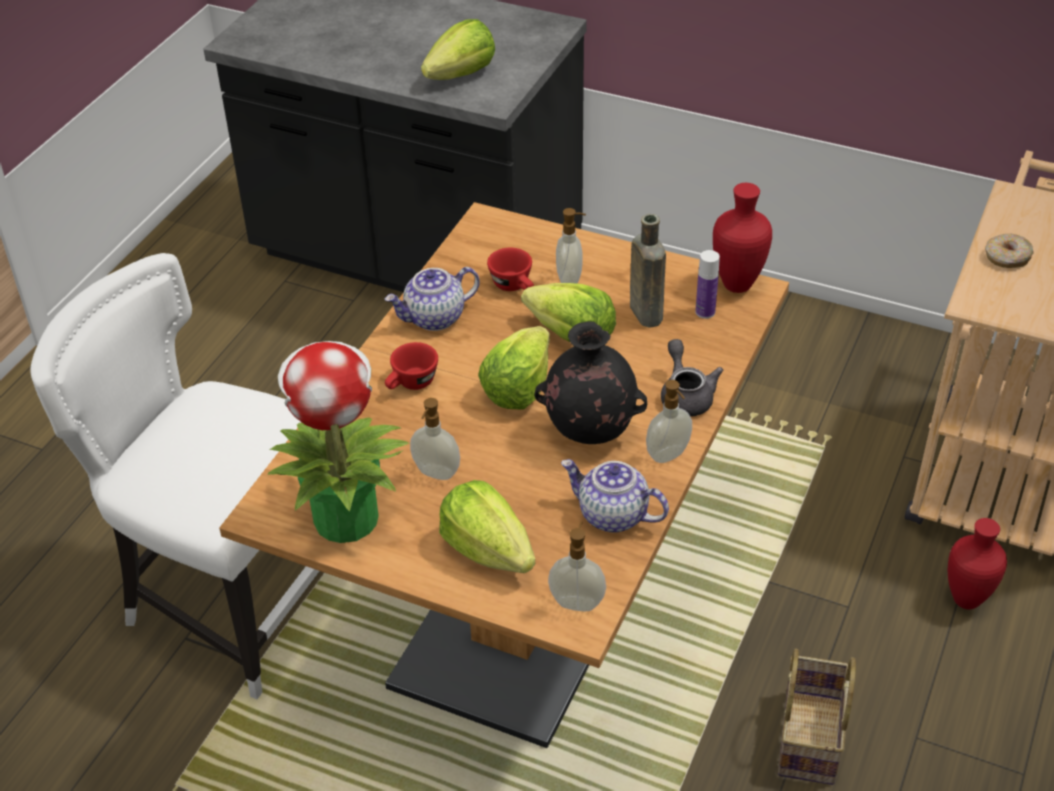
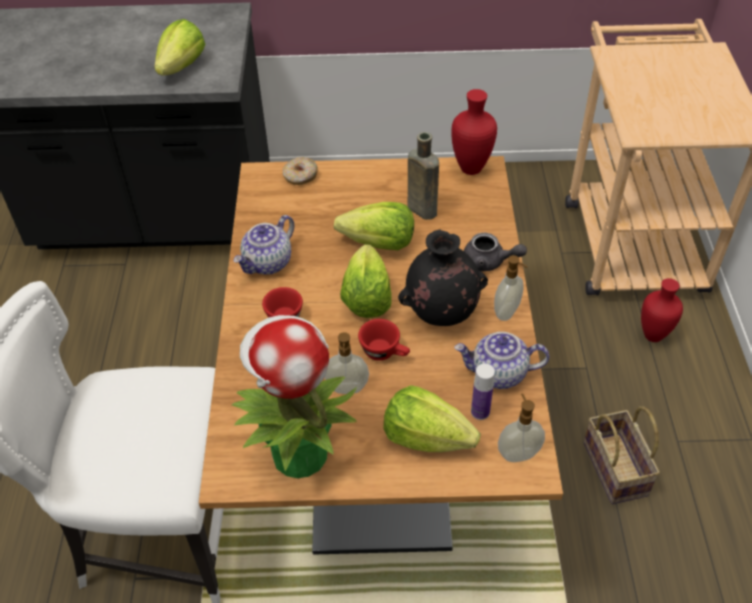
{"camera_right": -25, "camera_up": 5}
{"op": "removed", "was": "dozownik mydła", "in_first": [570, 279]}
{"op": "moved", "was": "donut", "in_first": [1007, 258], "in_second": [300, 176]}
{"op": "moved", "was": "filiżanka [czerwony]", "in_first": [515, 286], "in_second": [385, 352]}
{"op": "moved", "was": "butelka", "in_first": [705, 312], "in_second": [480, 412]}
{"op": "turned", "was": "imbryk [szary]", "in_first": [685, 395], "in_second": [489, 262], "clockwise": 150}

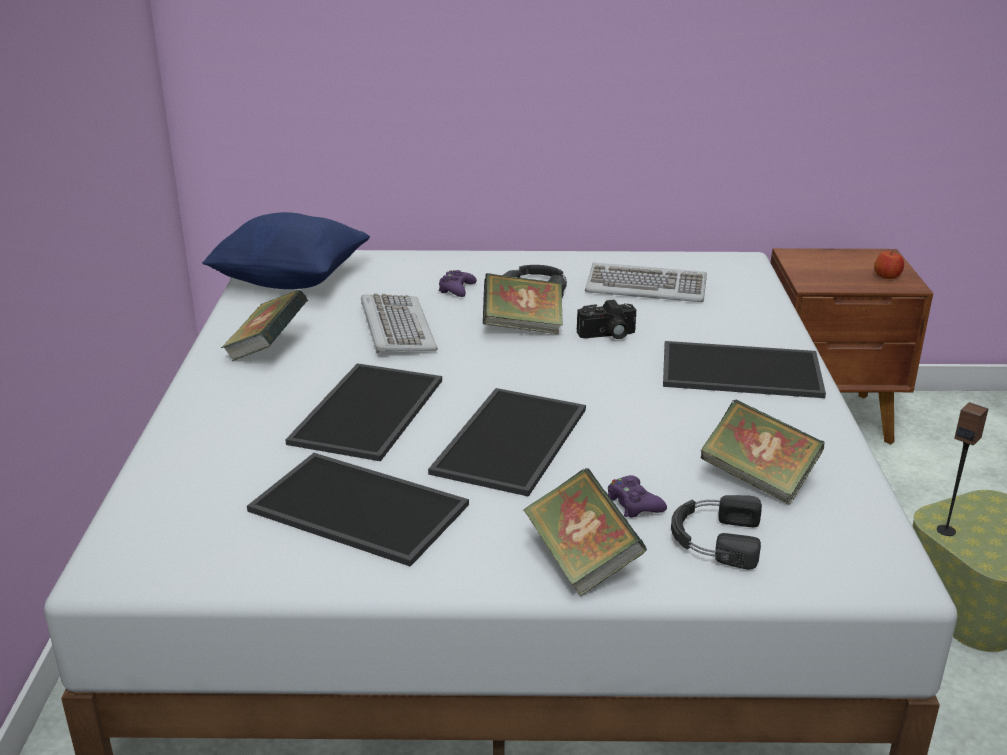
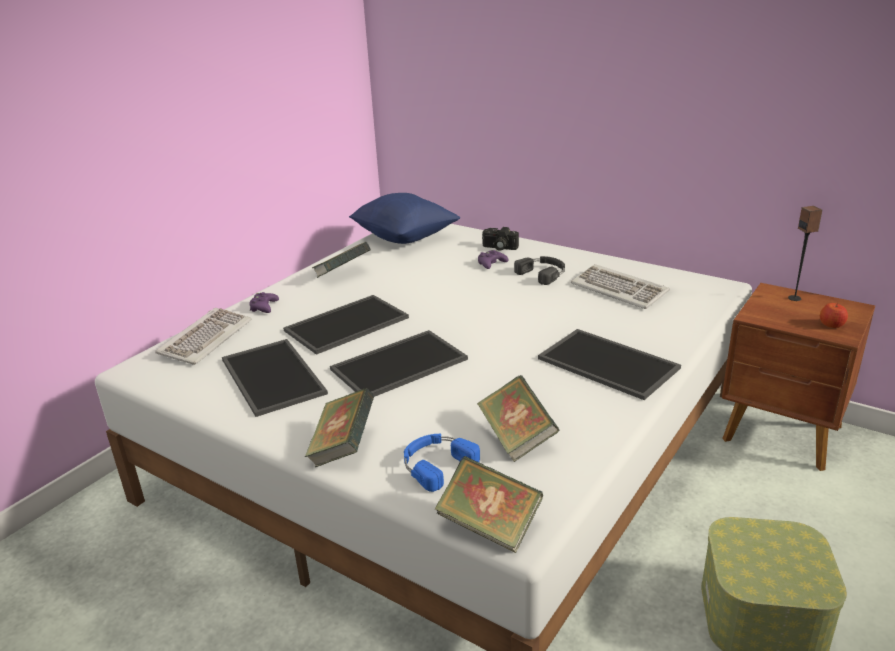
{"camera_right": 35, "camera_up": 0}
{"op": "moved", "was": "książka", "in_first": [522, 327], "in_second": [489, 526]}
{"op": "moved", "was": "klawiatura", "in_first": [396, 328], "in_second": [205, 339]}
{"op": "moved", "was": "aparat fotograficzny", "in_first": [607, 335], "in_second": [499, 248]}
{"op": "moved", "was": "głośnik", "in_first": [946, 530], "in_second": [795, 298]}
{"op": "moved", "was": "pad do gier [fioletowy]", "in_first": [633, 504], "in_second": [264, 307]}
{"op": "recoloured", "was": "słuchawki [czarny]", "now": "słuchawki [niebieski]", "in_first": [714, 538], "in_second": [436, 464]}

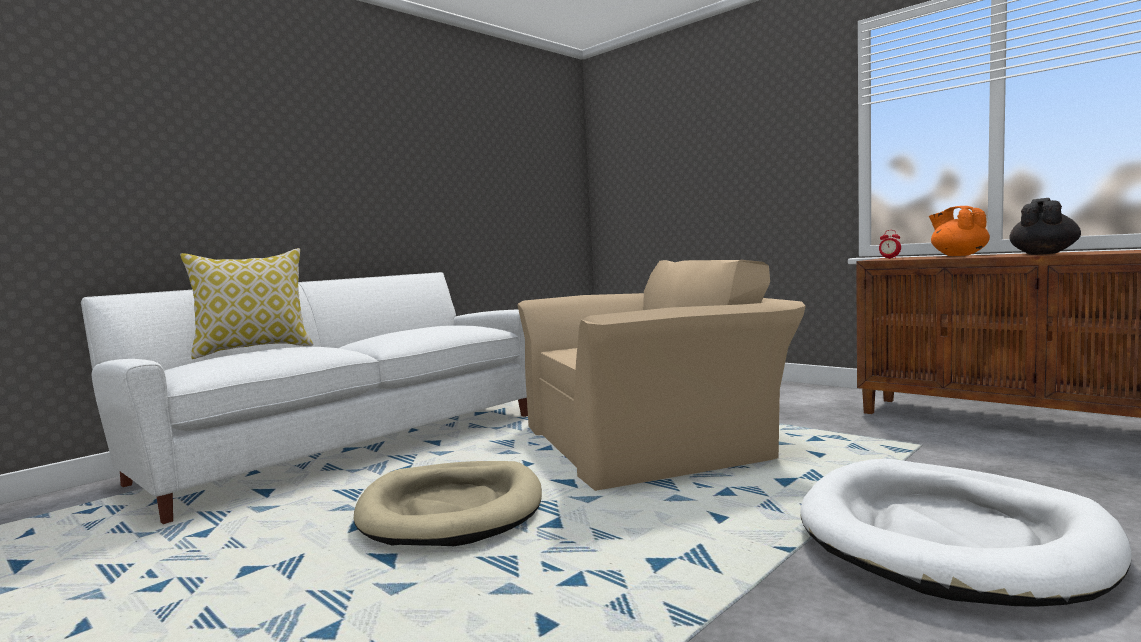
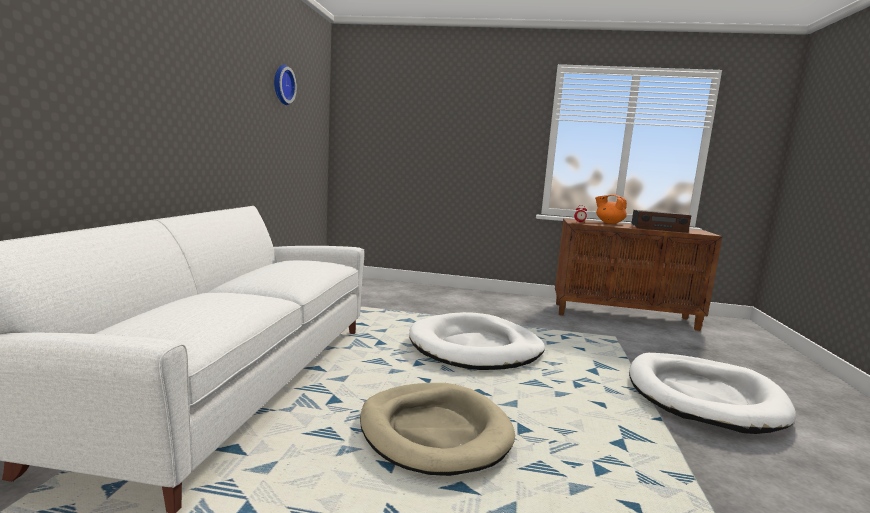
{"camera_right": -35, "camera_up": 5}
{"op": "replaced", "was": "imbryk [czarny]", "now": "radio", "in_first": [1043, 254], "in_second": [658, 228]}
{"op": "removed", "was": "poduszka", "in_first": [254, 350]}
{"op": "replaced", "was": "fotel [beżowy]", "now": "legowisko [biały]", "in_first": [652, 440], "in_second": [475, 347]}
{"op": "added", "now": "zegar ścienny", "in_second": [282, 84]}

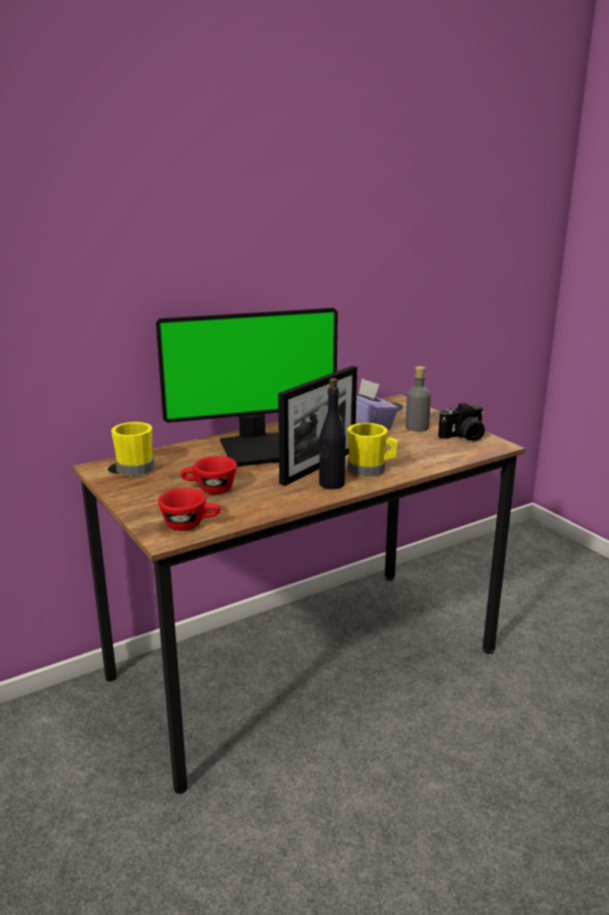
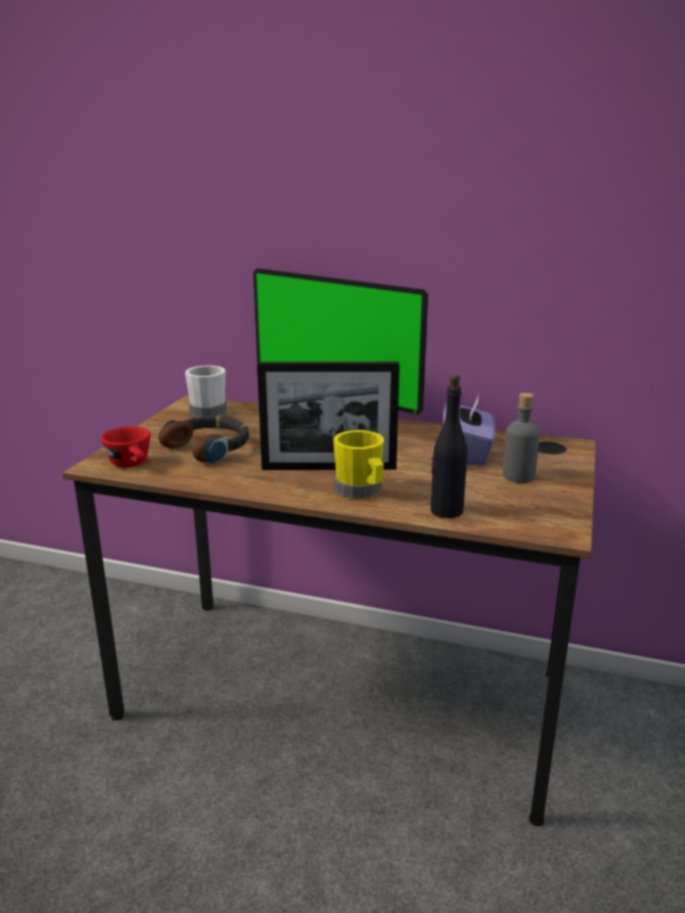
{"camera_right": 50, "camera_up": 0}
{"op": "moved", "was": "butelka [czarny]", "in_first": [331, 484], "in_second": [446, 511]}
{"op": "removed", "was": "aparat fotograficzny", "in_first": [464, 437]}
{"op": "recoloured", "was": "kubek [żółty]", "now": "kubek [biały]", "in_first": [133, 467], "in_second": [209, 410]}
{"op": "replaced", "was": "filiżanka [czerwony]", "now": "słuchawki", "in_first": [209, 489], "in_second": [209, 447]}

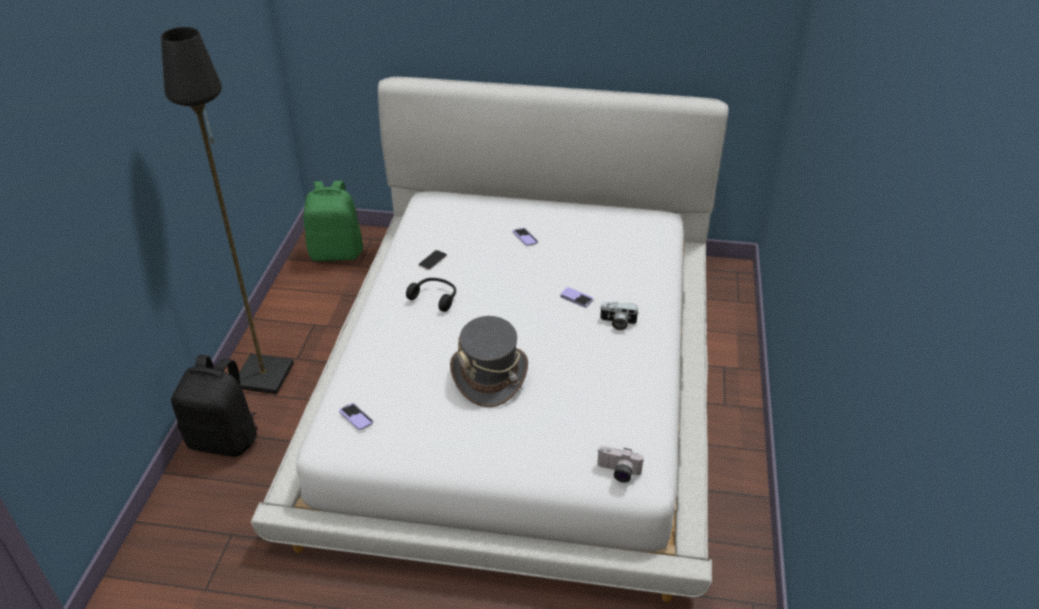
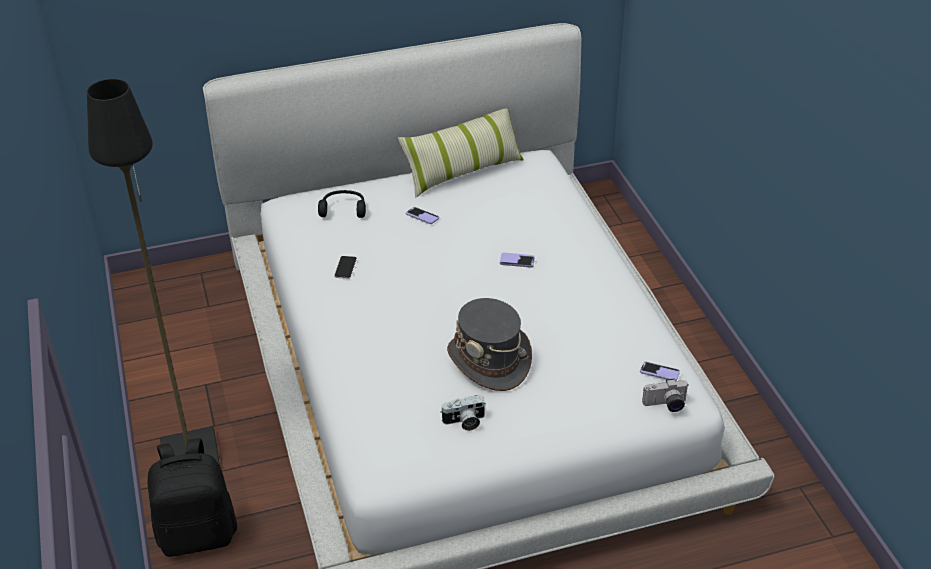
{"camera_right": -25, "camera_up": 0}
{"op": "removed", "was": "plecak [zielony]", "in_first": [336, 253]}
{"op": "moved", "was": "słuchawki [czarny]", "in_first": [435, 298], "in_second": [343, 209]}
{"op": "moved", "was": "aparat fotograficzny", "in_first": [617, 323], "in_second": [464, 422]}
{"op": "moved", "was": "telefon", "in_first": [356, 417], "in_second": [659, 372]}
{"op": "added", "now": "poduszka", "in_second": [463, 172]}

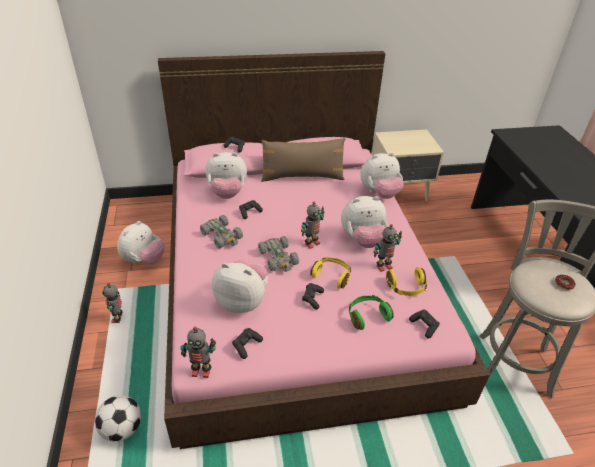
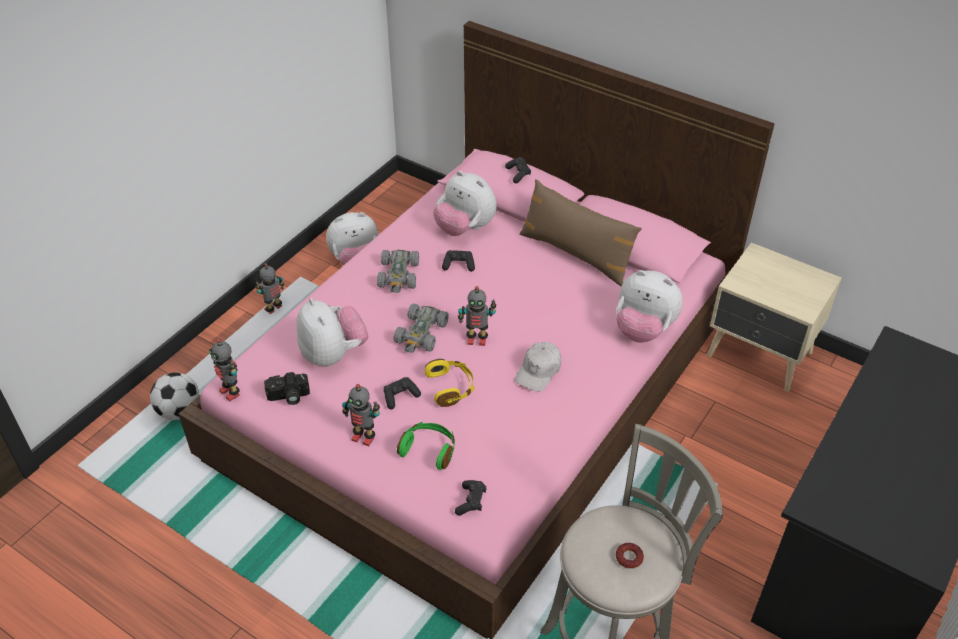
{"camera_right": 45, "camera_up": 5}
{"op": "replaced", "was": "pluszak", "now": "czapka z daszkiem [biały]", "in_first": [362, 240], "in_second": [539, 371]}
{"op": "moved", "was": "robot zabawkowy", "in_first": [383, 266], "in_second": [364, 437]}
{"op": "removed", "was": "słuchawki [żółty]", "in_first": [406, 287]}
{"op": "replaced", "was": "pad do gier [czarny]", "now": "aparat fotograficzny", "in_first": [246, 345], "in_second": [288, 397]}

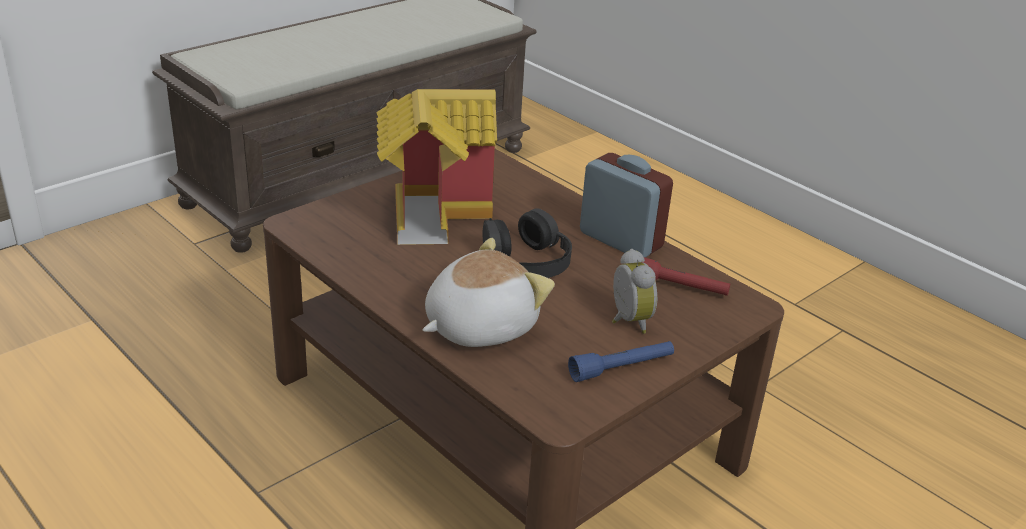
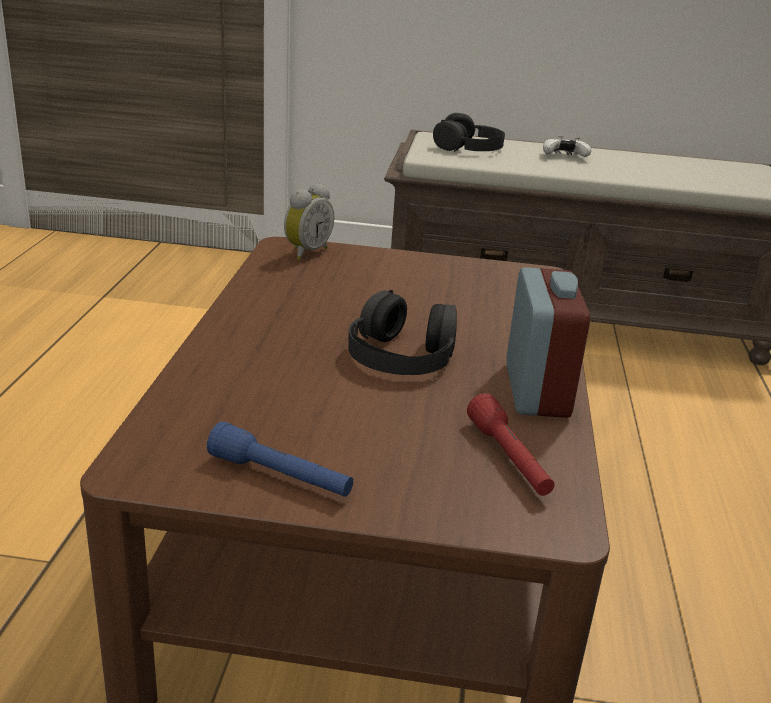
{"camera_right": 50, "camera_up": -5}
{"op": "removed", "was": "domek", "in_first": [434, 211]}
{"op": "removed", "was": "pluszak", "in_first": [478, 326]}
{"op": "moved", "was": "budzik", "in_first": [627, 321], "in_second": [305, 252]}
{"op": "added", "now": "słuchawki [czarny]", "in_second": [469, 147]}
{"op": "added", "now": "pad do gier [biały]", "in_second": [564, 156]}

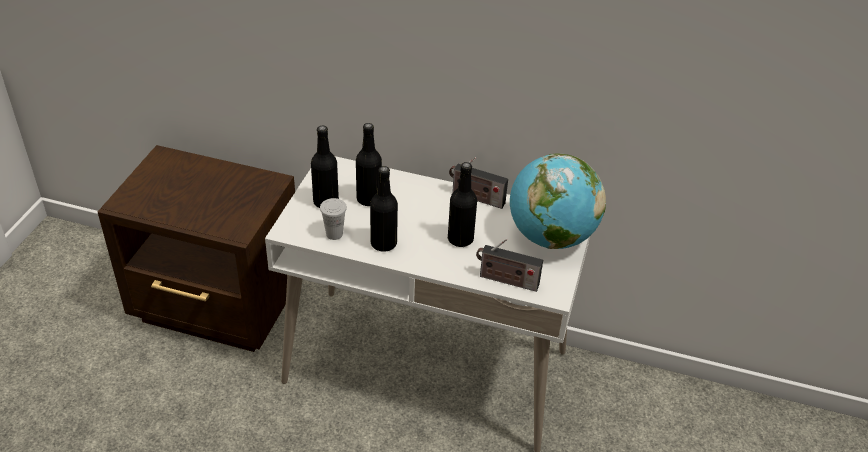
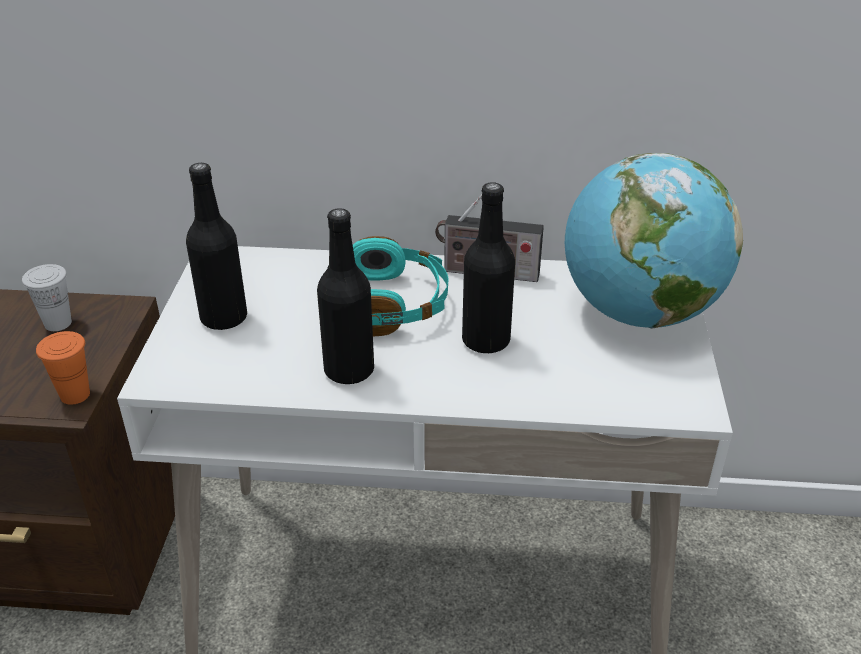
{"camera_right": -10, "camera_up": -5}
{"op": "removed", "was": "butelka [czarny]", "in_first": [369, 199]}
{"op": "moved", "was": "filiżanka [biały]", "in_first": [334, 234], "in_second": [58, 323]}
{"op": "removed", "was": "radio", "in_first": [506, 280]}
{"op": "added", "now": "słuchawki [turkusowy]", "in_second": [396, 304]}
{"op": "added", "now": "filiżanka [pomarańczowy]", "in_second": [75, 395]}

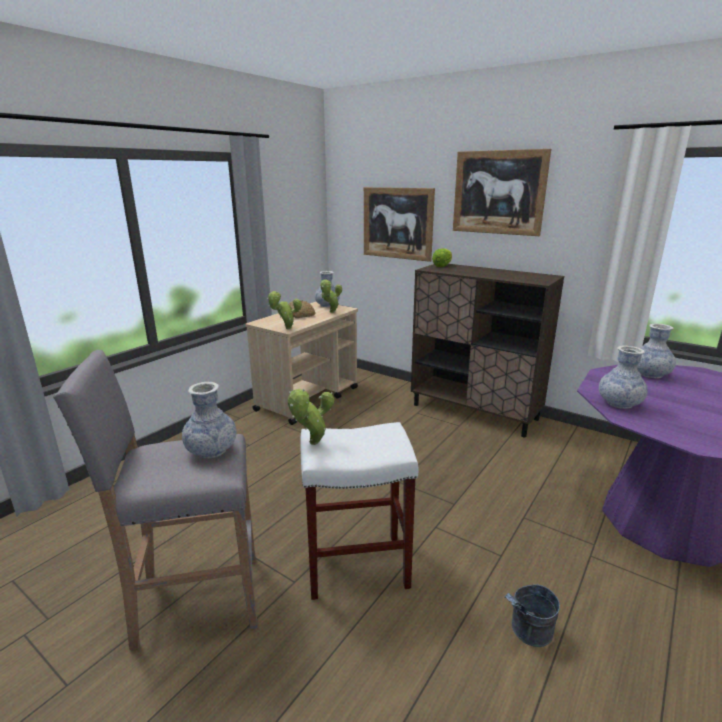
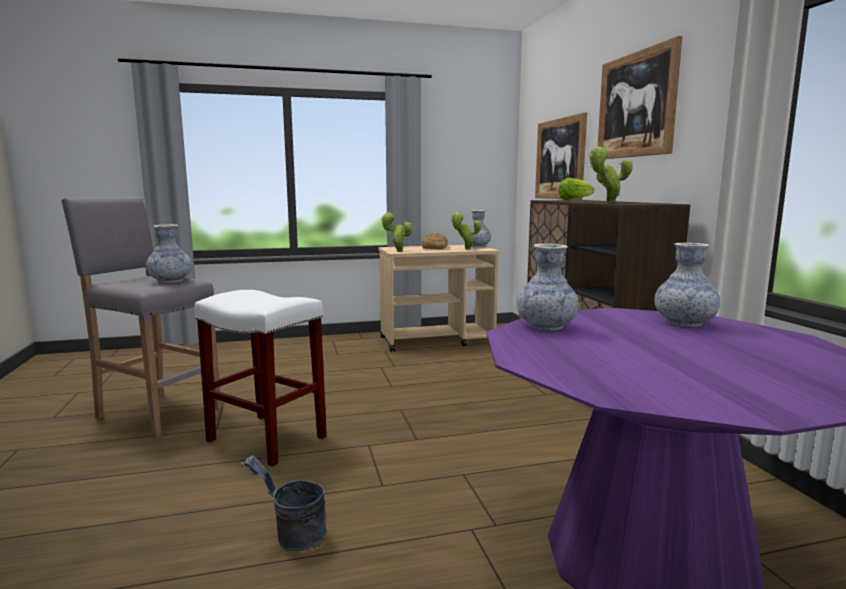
{"camera_right": 40, "camera_up": -10}
{"op": "moved", "was": "roślina doniczkowa", "in_first": [312, 444], "in_second": [607, 202]}

